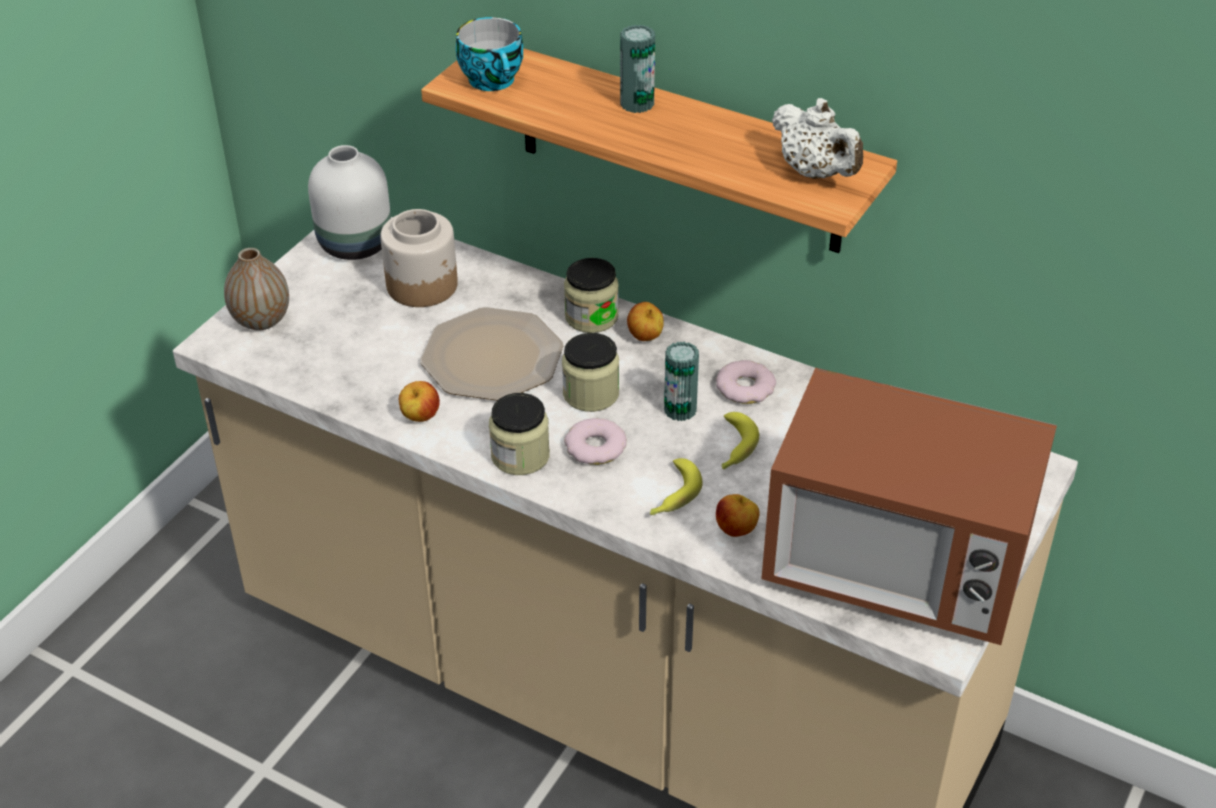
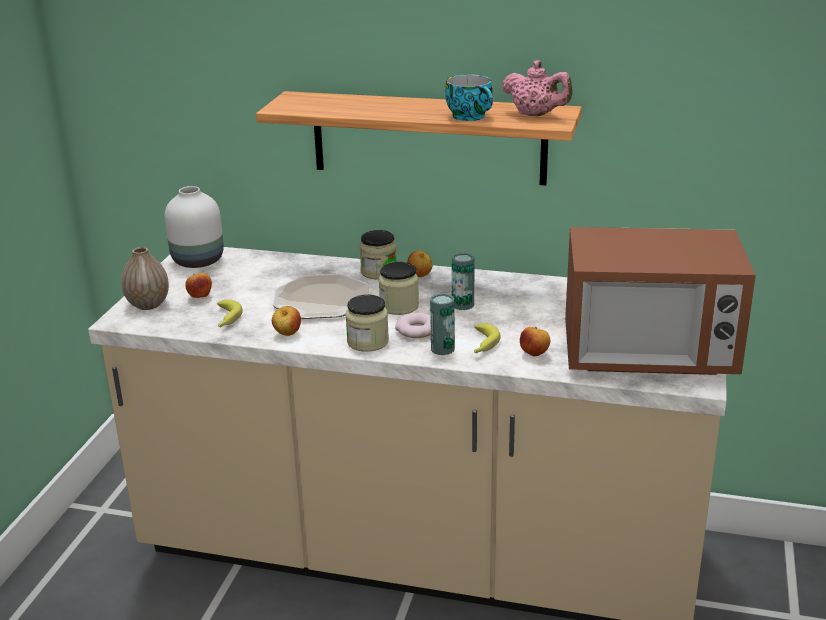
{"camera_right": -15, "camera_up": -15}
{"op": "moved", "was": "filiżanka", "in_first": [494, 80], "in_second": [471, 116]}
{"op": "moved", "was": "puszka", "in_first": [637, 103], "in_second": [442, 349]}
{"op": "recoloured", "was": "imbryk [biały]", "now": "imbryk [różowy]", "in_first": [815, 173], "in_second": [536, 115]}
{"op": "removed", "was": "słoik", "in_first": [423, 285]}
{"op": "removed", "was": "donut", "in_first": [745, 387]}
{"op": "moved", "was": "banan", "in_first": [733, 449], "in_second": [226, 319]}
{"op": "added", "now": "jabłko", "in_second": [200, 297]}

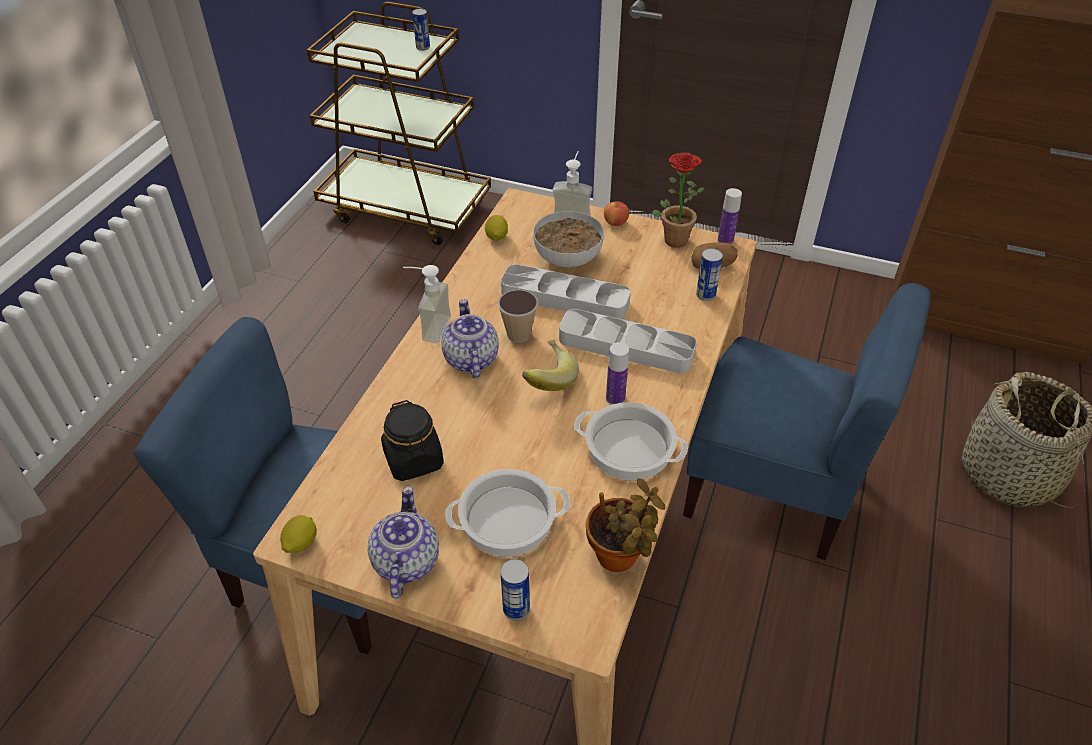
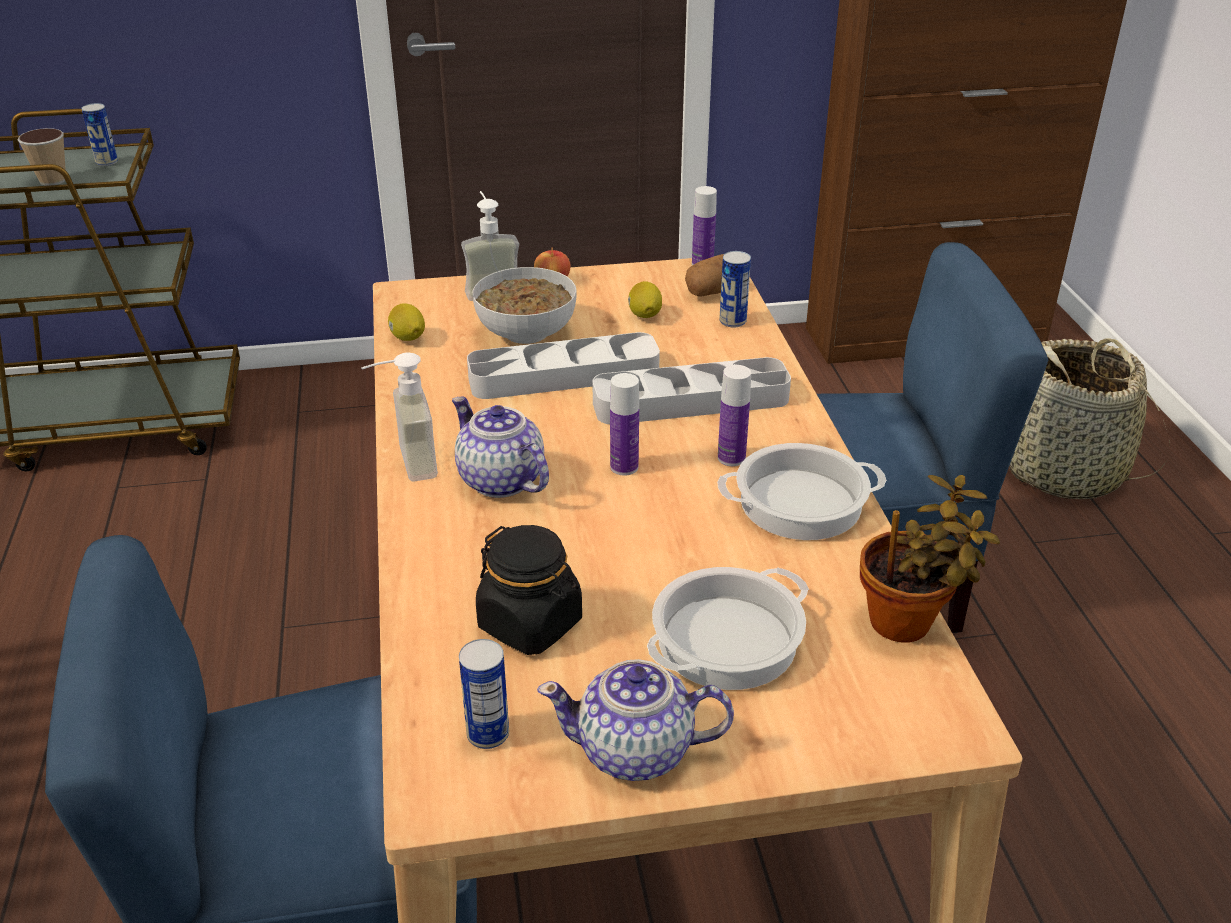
{"camera_right": -30, "camera_up": -10}
{"op": "removed", "was": "roślina doniczkowa", "in_first": [673, 237]}
{"op": "moved", "was": "filiżanka", "in_first": [518, 334], "in_second": [53, 180]}
{"op": "replaced", "was": "banan", "now": "butelka", "in_first": [546, 378], "in_second": [624, 467]}
{"op": "turned", "was": "imbryk", "in_first": [405, 562], "in_second": [636, 752], "clockwise": -60}
{"op": "moved", "was": "cytryna", "in_first": [300, 543], "in_second": [644, 316]}
{"op": "moved", "was": "puszka", "in_first": [516, 609], "in_second": [488, 734]}

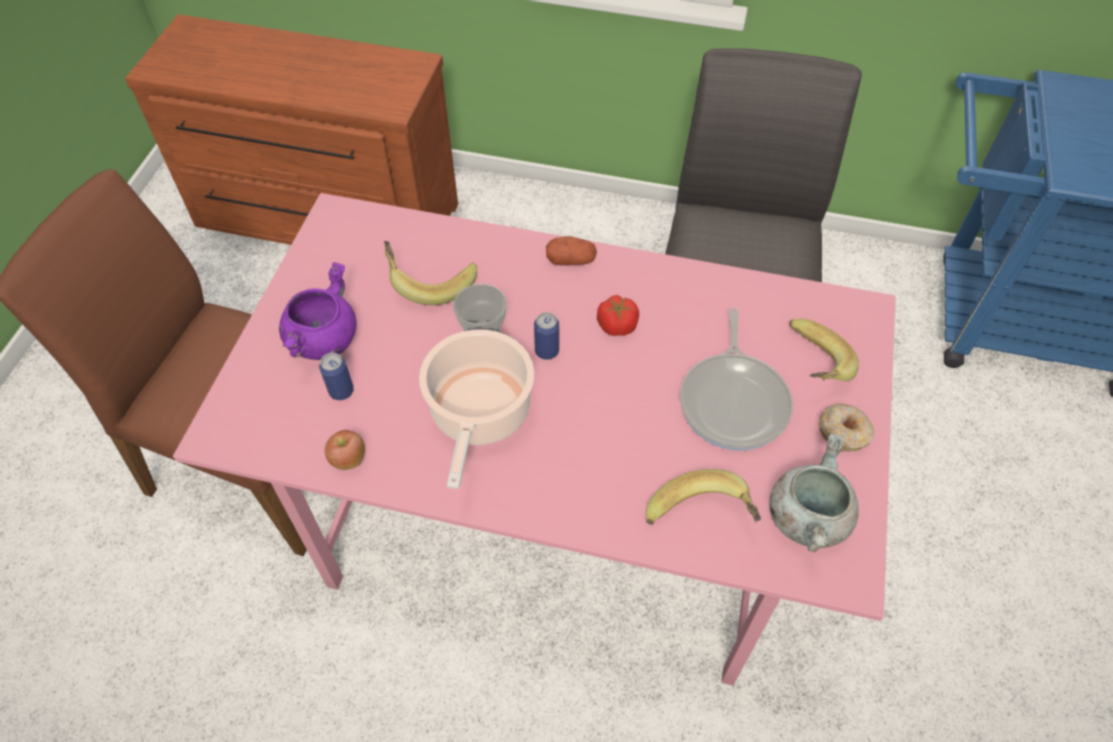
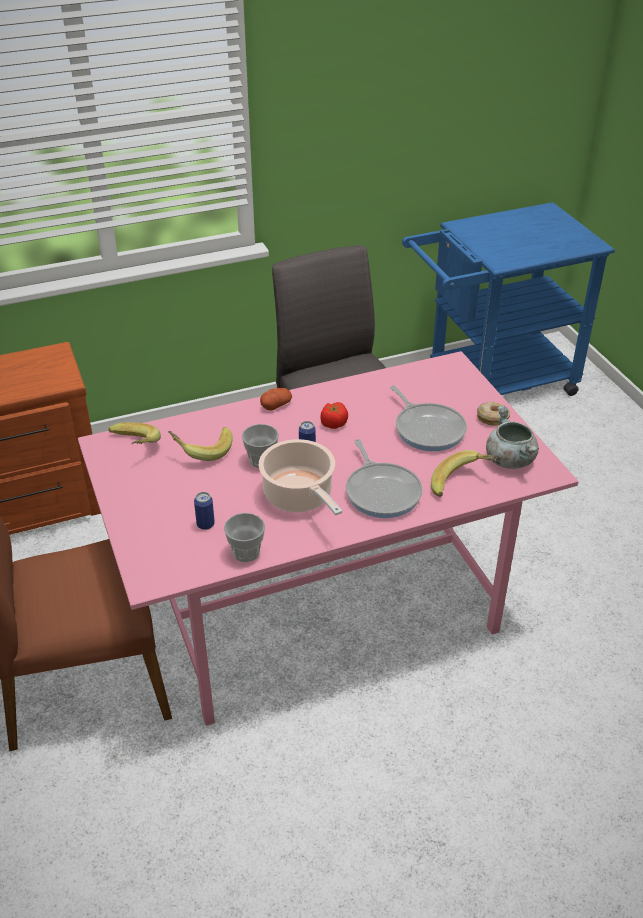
{"camera_right": -35, "camera_up": -15}
{"op": "removed", "was": "garnek [fioletowy]", "in_first": [323, 339]}
{"op": "moved", "was": "banan", "in_first": [810, 366], "in_second": [133, 448]}
{"op": "replaced", "was": "jabłko", "now": "filiżanka", "in_first": [348, 460], "in_second": [246, 552]}
{"op": "added", "now": "patelnia", "in_second": [382, 491]}

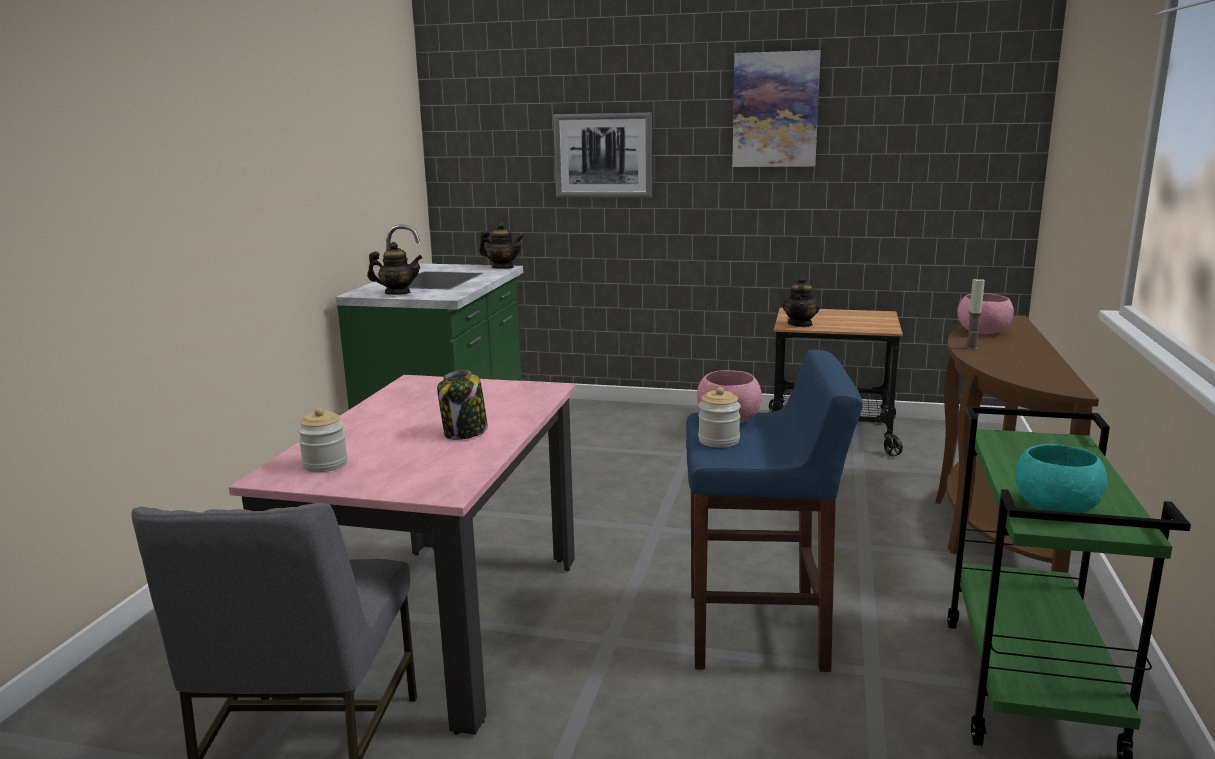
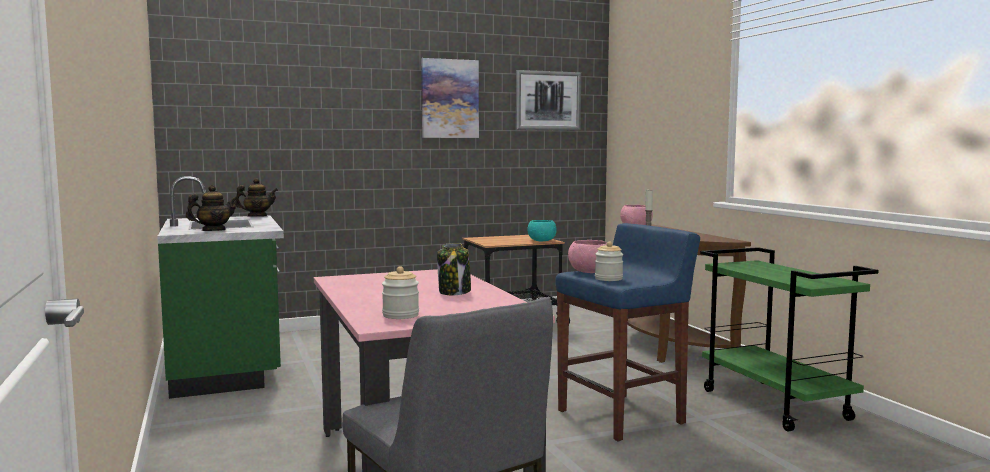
{"camera_right": -35, "camera_up": -10}
{"op": "moved", "was": "obraz", "in_first": [603, 155], "in_second": [548, 100]}
{"op": "removed", "was": "imbryk", "in_first": [800, 324]}
{"op": "moved", "was": "miska [turkusowy]", "in_first": [1057, 508], "in_second": [542, 241]}

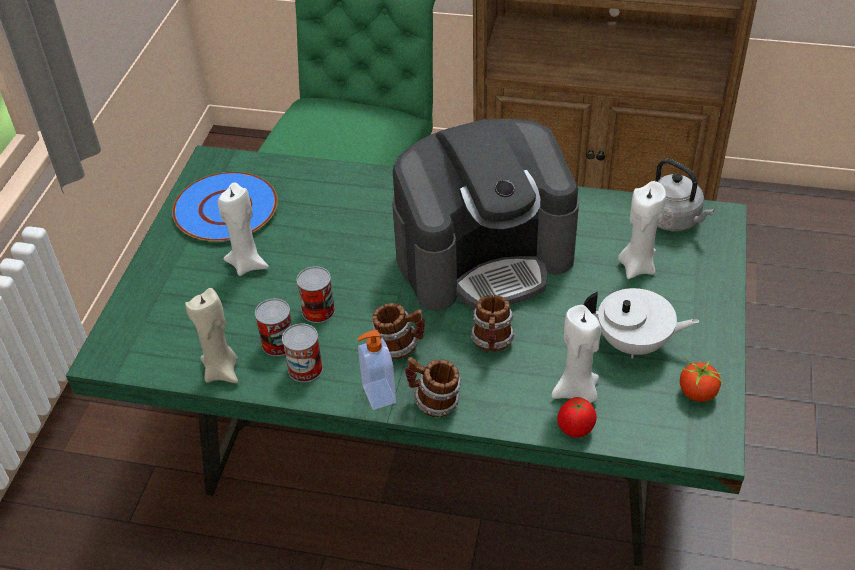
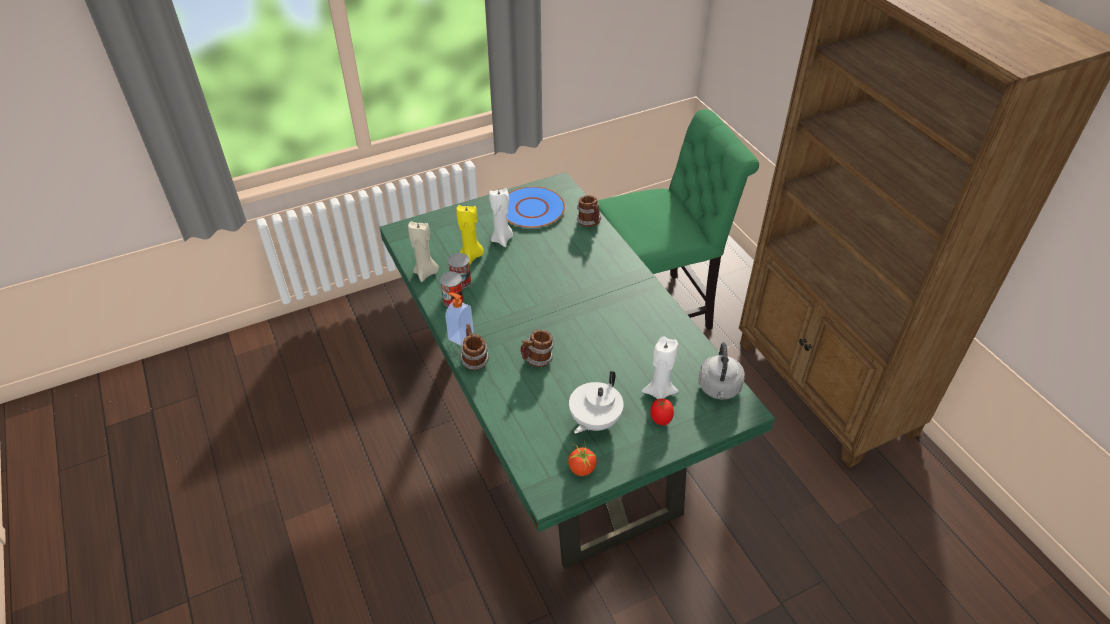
{"camera_right": 50, "camera_up": 0}
{"op": "removed", "was": "ekspres do kawy", "in_first": [484, 257]}
{"op": "removed", "was": "puszka", "in_first": [318, 310]}
{"op": "turned", "was": "imbryk [biały]", "in_first": [634, 343], "in_second": [594, 421], "clockwise": 60}
{"op": "moved", "was": "kubek", "in_first": [400, 346], "in_second": [589, 223]}
{"op": "removed", "was": "świeca [biały]", "in_first": [577, 392]}
{"op": "moved", "was": "pomidor", "in_first": [575, 430], "in_second": [660, 419]}
{"op": "added", "now": "świeca [żółty]", "in_second": [471, 256]}

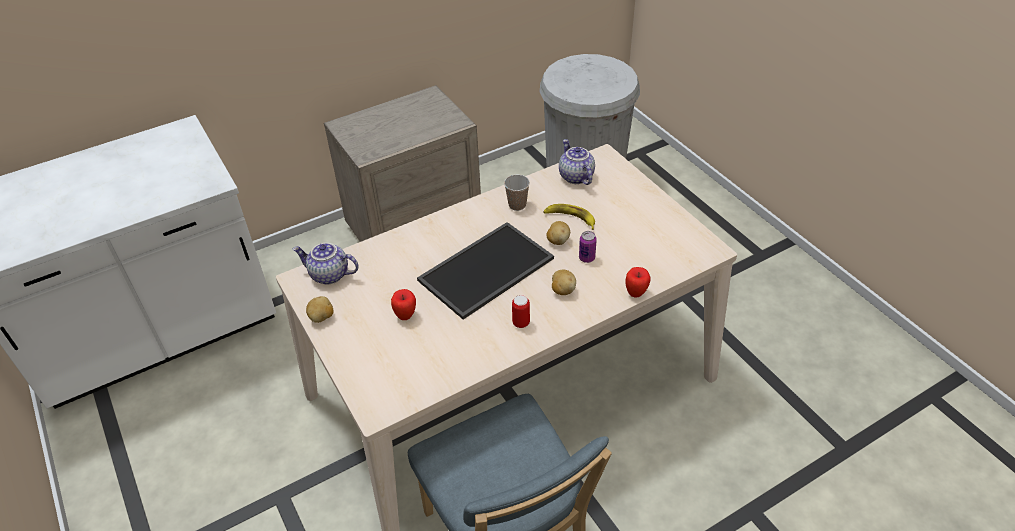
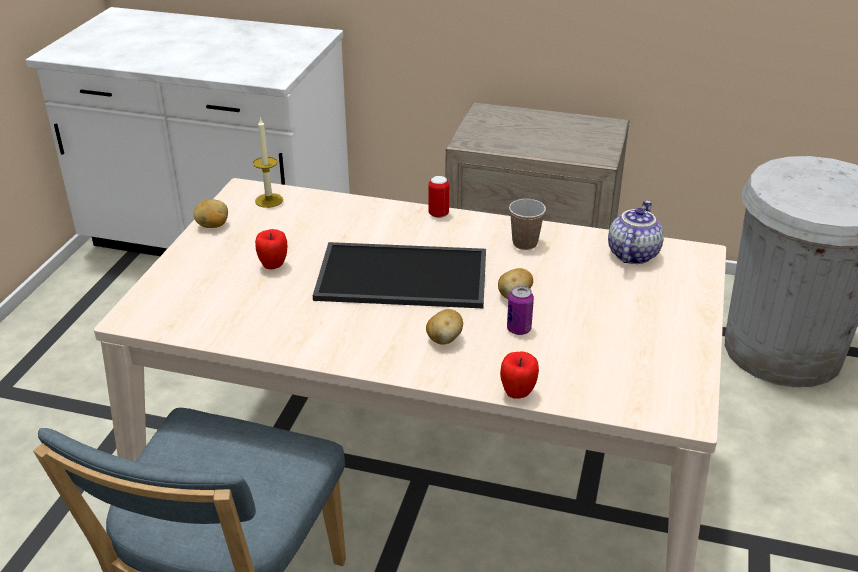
{"camera_right": 45, "camera_up": -10}
{"op": "removed", "was": "banan", "in_first": [570, 218]}
{"op": "replaced", "was": "imbryk", "now": "świeca", "in_first": [328, 275], "in_second": [269, 200]}
{"op": "moved", "was": "puszka", "in_first": [521, 323], "in_second": [438, 214]}

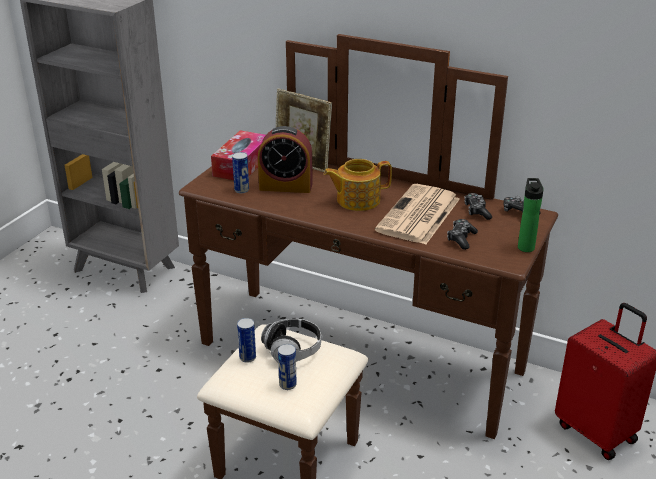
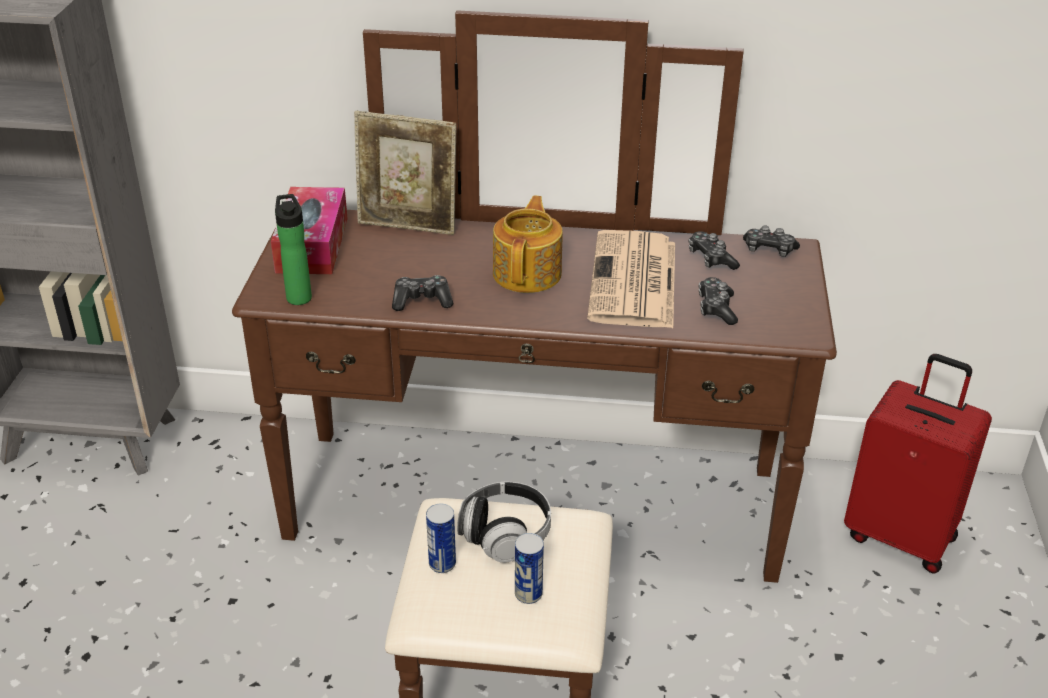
{"camera_right": -20, "camera_up": 5}
{"op": "removed", "was": "budzik", "in_first": [286, 186]}
{"op": "removed", "was": "puszka", "in_first": [241, 190]}
{"op": "turned", "was": "imbryk", "in_first": [357, 200], "in_second": [528, 273], "clockwise": 135}
{"op": "moved", "was": "butelka", "in_first": [525, 246], "in_second": [298, 296]}
{"op": "added", "now": "pad do gier", "in_second": [422, 301]}

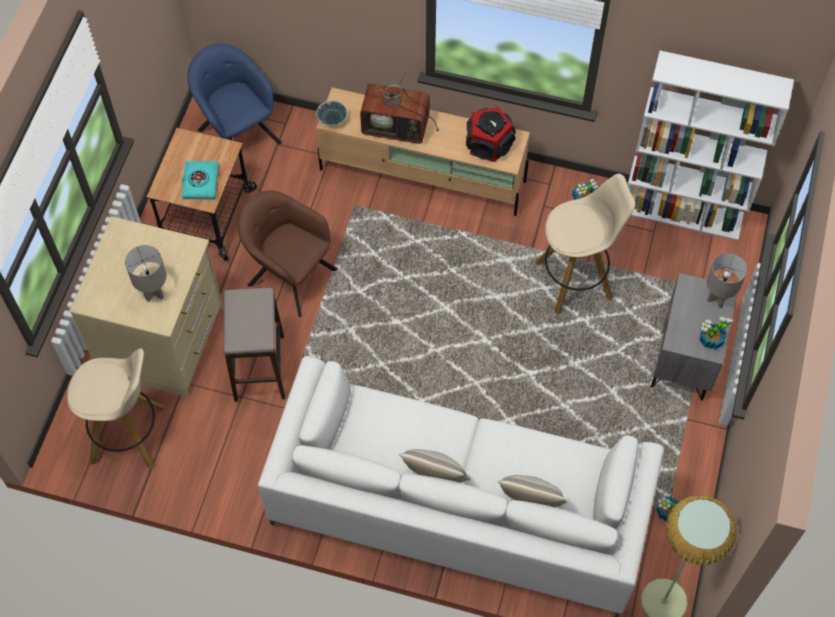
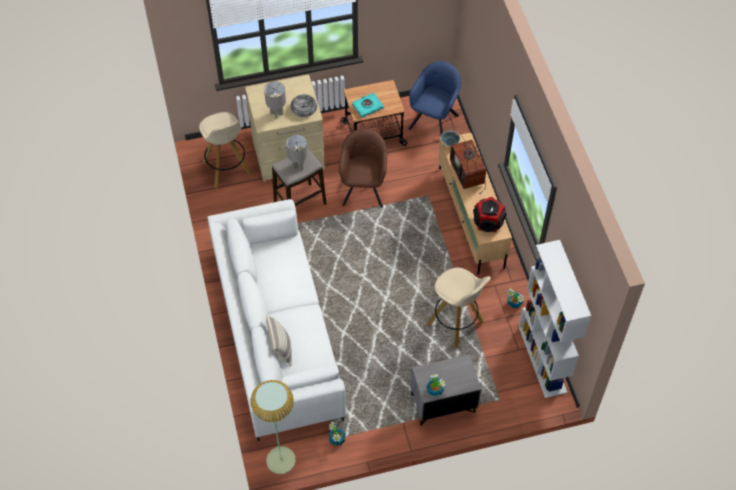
{"camera_right": 60, "camera_up": -5}
{"op": "moved", "was": "lampa stołowa [szary]", "in_first": [717, 298], "in_second": [298, 166]}
{"op": "removed", "was": "poduszka", "in_first": [435, 476]}
{"op": "added", "now": "miska", "in_second": [304, 108]}

